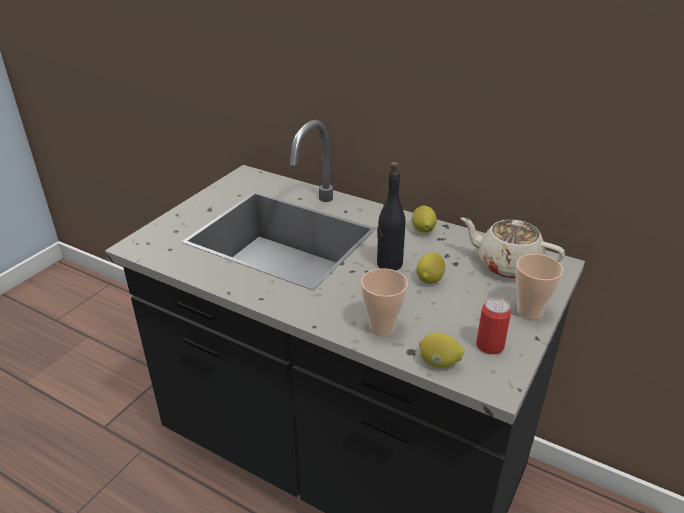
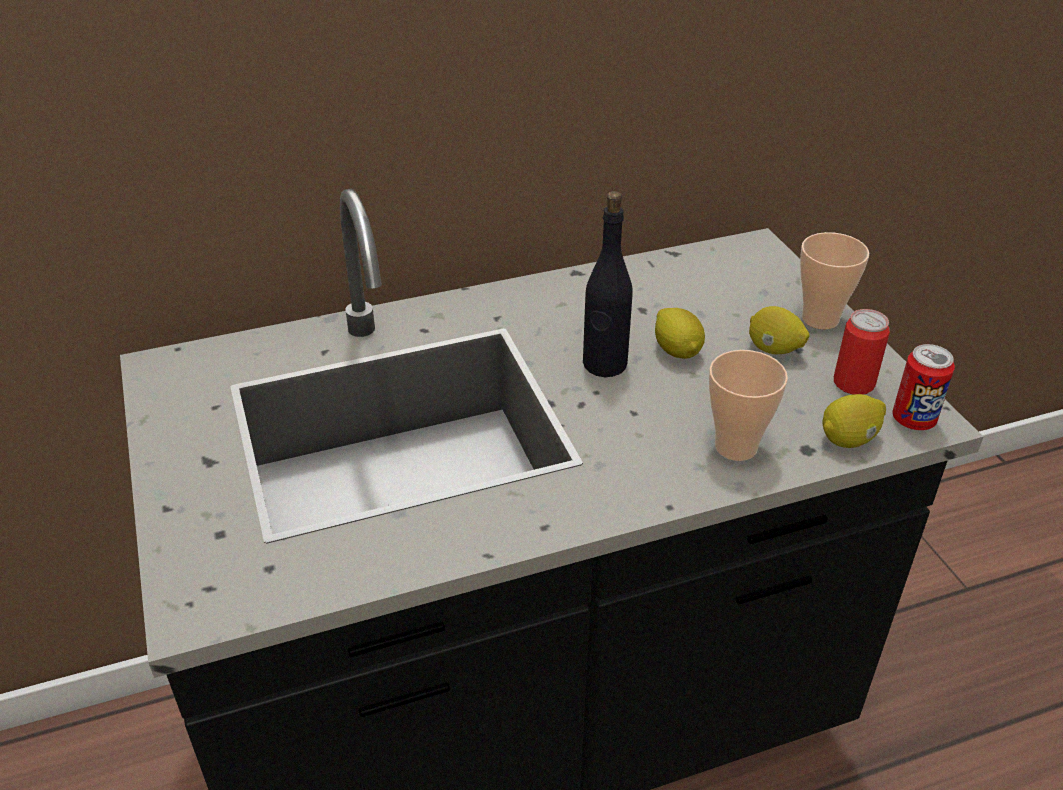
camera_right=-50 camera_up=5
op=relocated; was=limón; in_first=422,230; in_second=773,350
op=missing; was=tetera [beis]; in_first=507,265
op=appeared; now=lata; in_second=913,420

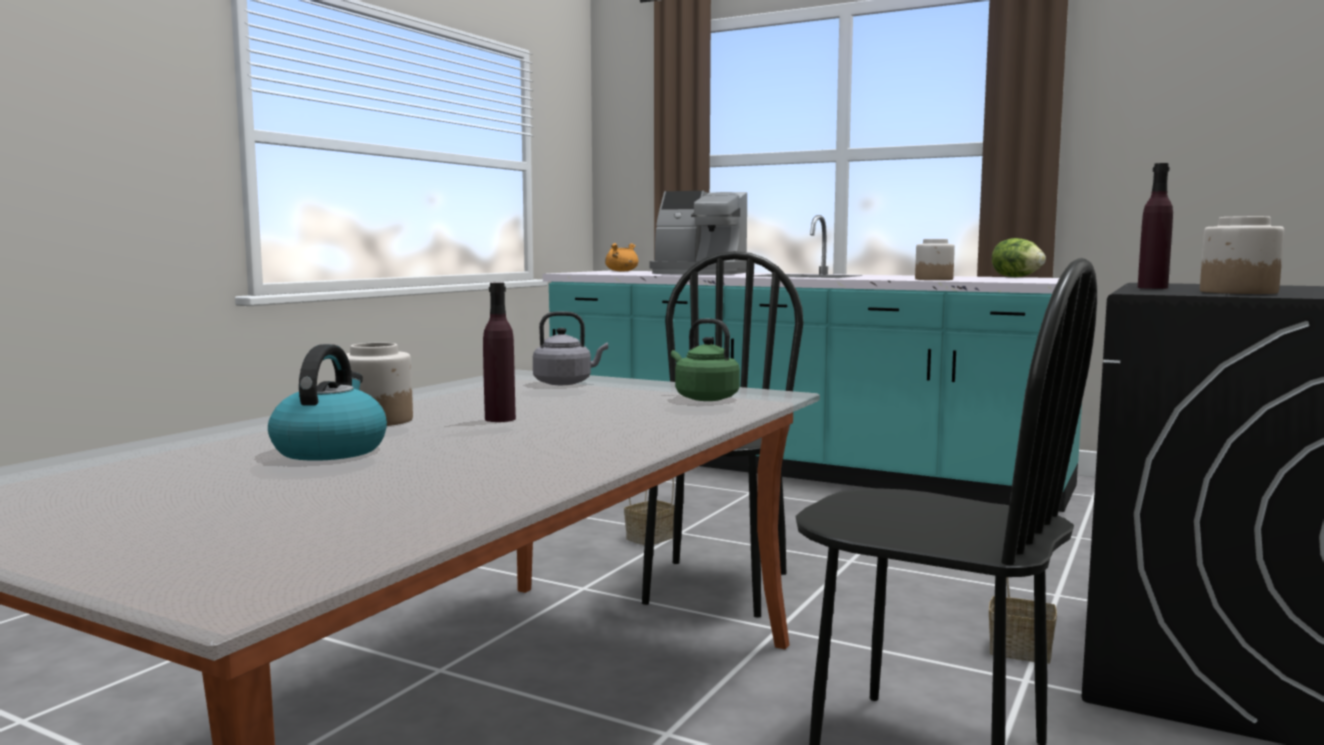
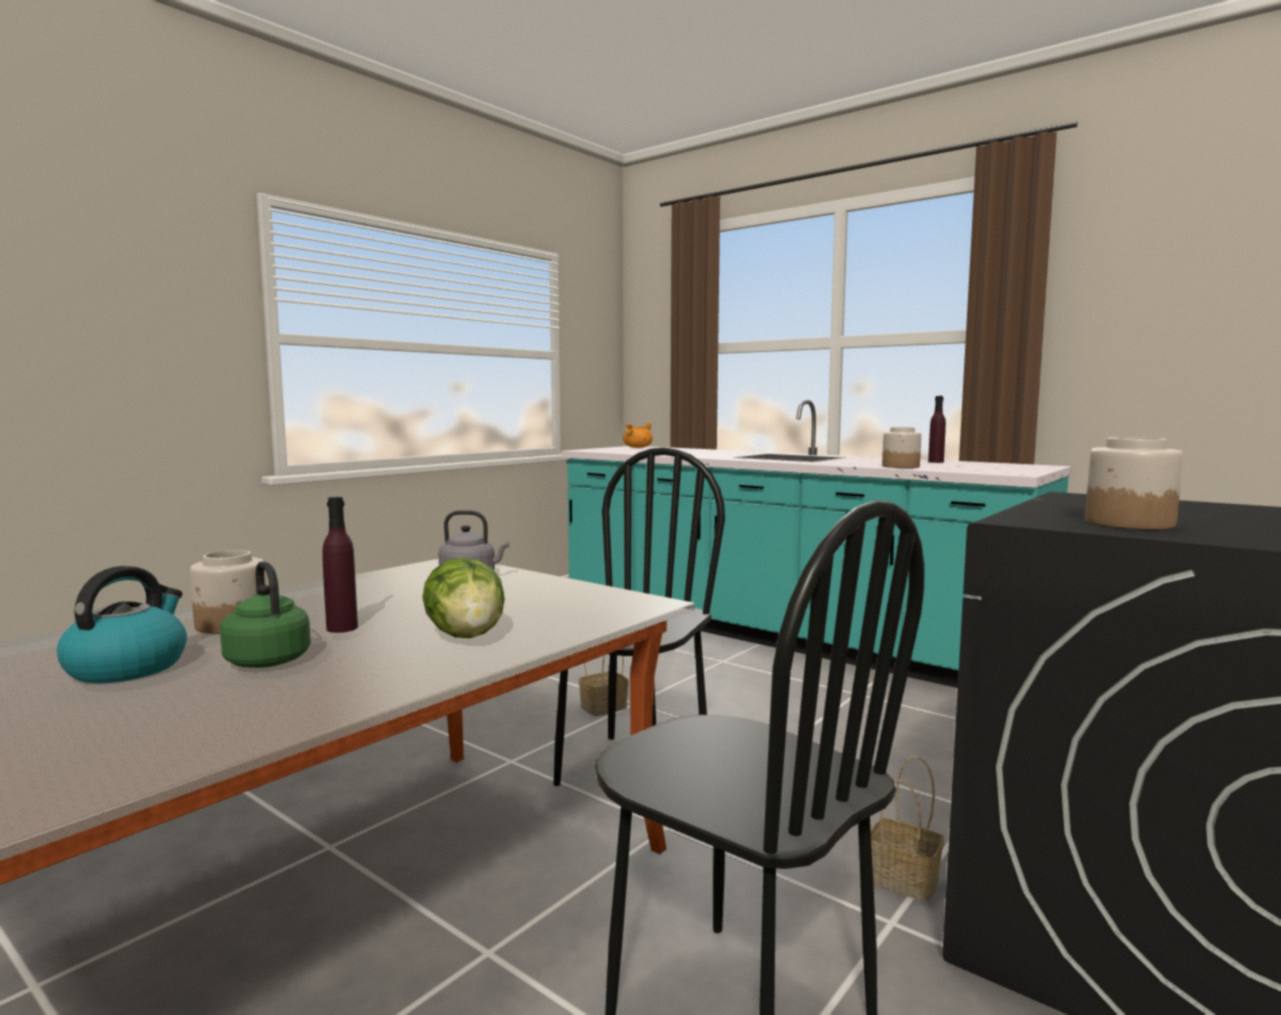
camera_right=10 camera_up=0
op=relocated; was=botella [morado]; in_first=1152,288; in_second=935,462
op=missing; was=cafetera; in_first=698,273
op=relocated; was=lechuga; in_first=1016,277; in_second=467,636
op=relocated; was=hervidor [verde]; in_first=703,398; in_second=266,660

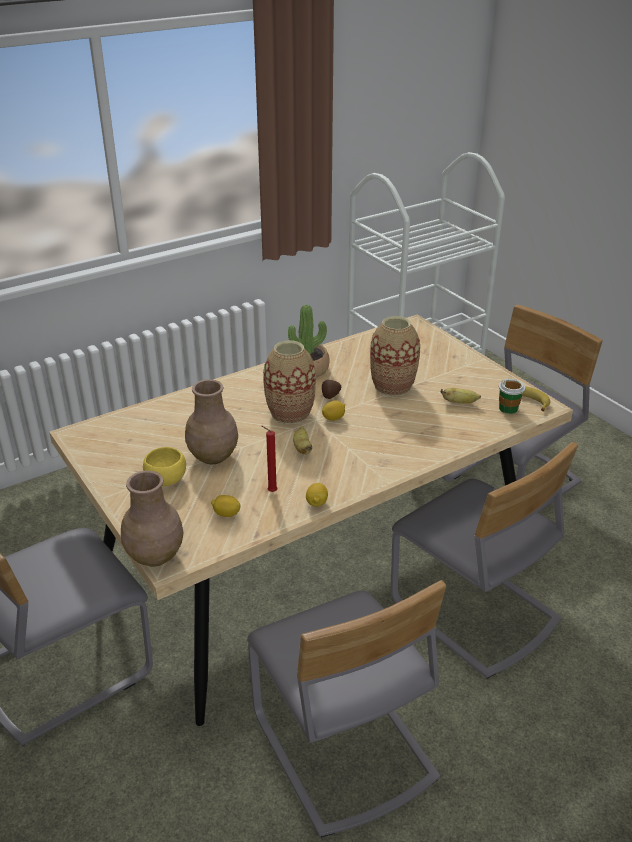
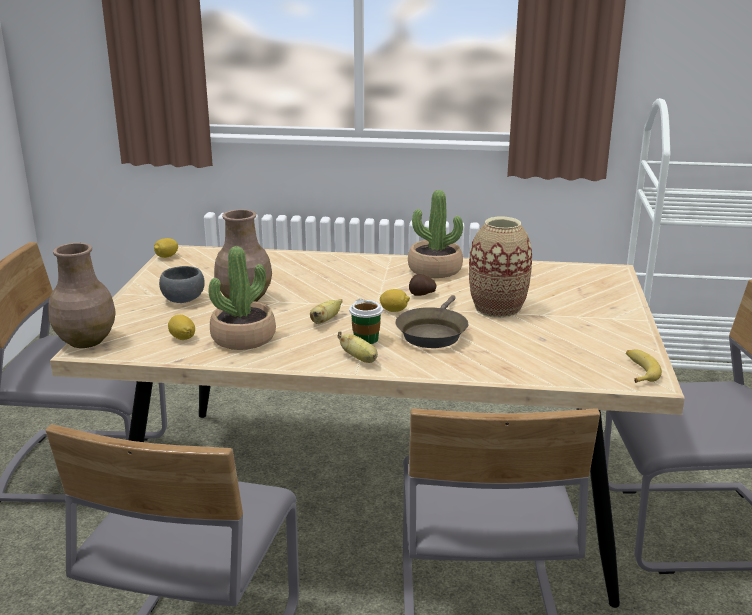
camera_right=40 camera_up=-10
op=missing; was=florero; in_first=290,413
op=relocated; was=taza; in_first=508,408; in_second=366,339
op=relocated; was=plátano; in_first=459,402; in_second=360,359
op=exchanged; was=vela [rojo]; now=planta en maceta; in_first=270,491; in_second=243,338
op=colour; was=cuenco [amarillo]; now=cuenco [gris]; in_first=166,479; in_second=184,299
op=relocated; was=limón; in_first=316,503; in_second=166,256
op=appeared; now=sartén [marrón]; in_second=432,333

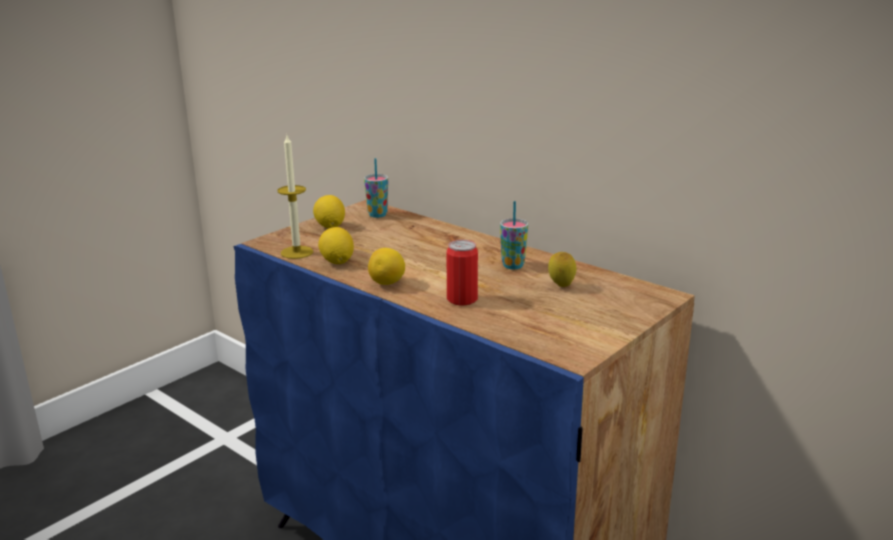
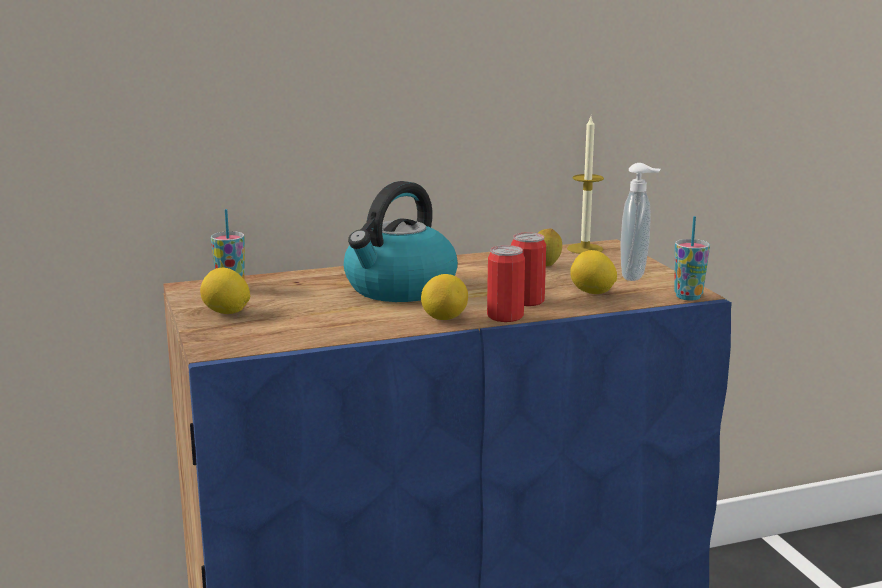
camera_right=-60 camera_up=-5
op=relocated; was=vela; in_first=297,252; in_second=585,249
op=relocated; was=taza; in_first=513,265; in_second=688,297
op=relocated; was=limón; in_first=337,262; in_second=592,293
op=appeared; now=dispensador de jabón; in_second=636,276
op=appeared; now=hervidor; in_second=399,289
op=appeared; now=lata; in_second=505,316

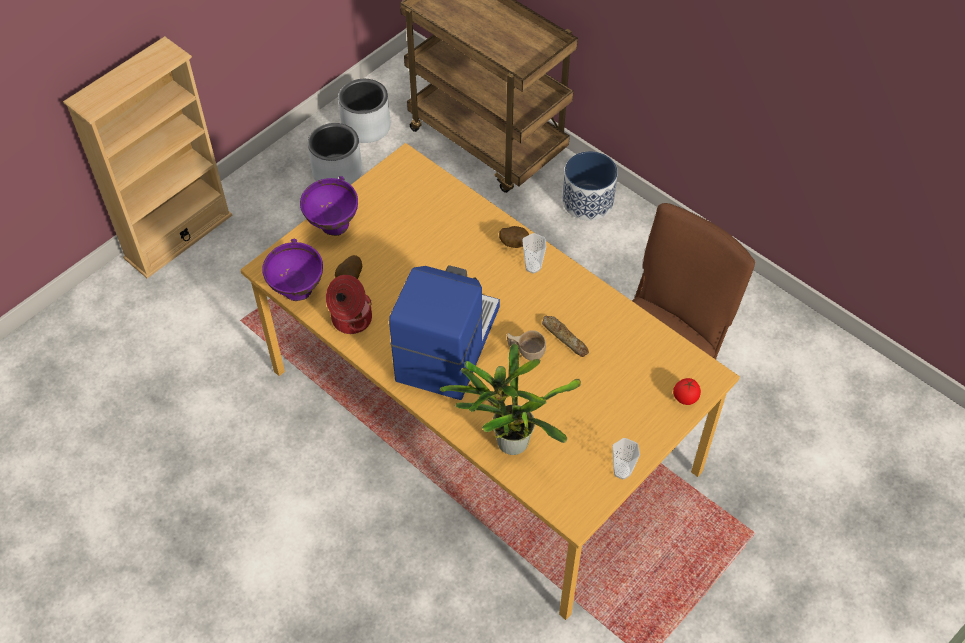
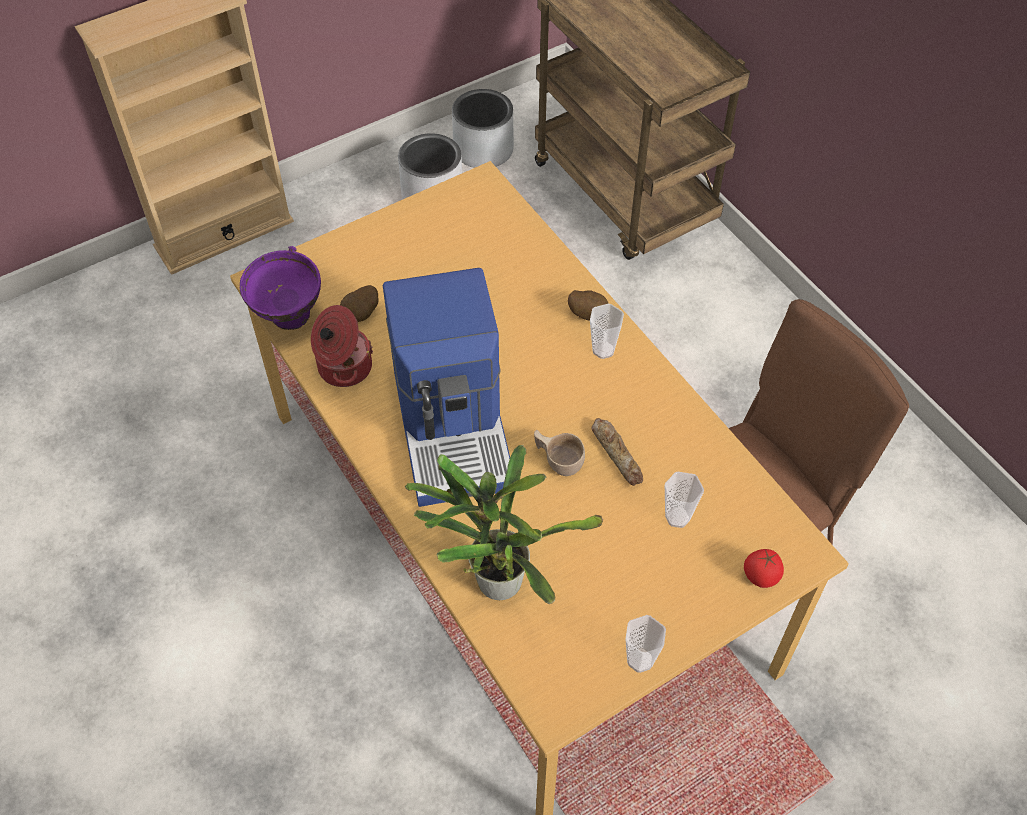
camera_right=15 camera_up=0
op=missing; was=maceta; in_first=587,202
op=missing; was=cuenco [morado]; in_first=333,230
op=spun; was=cafetera; in_first=446,344; in_second=455,427; clockwise=135
op=appeared; now=taza; in_second=677,517

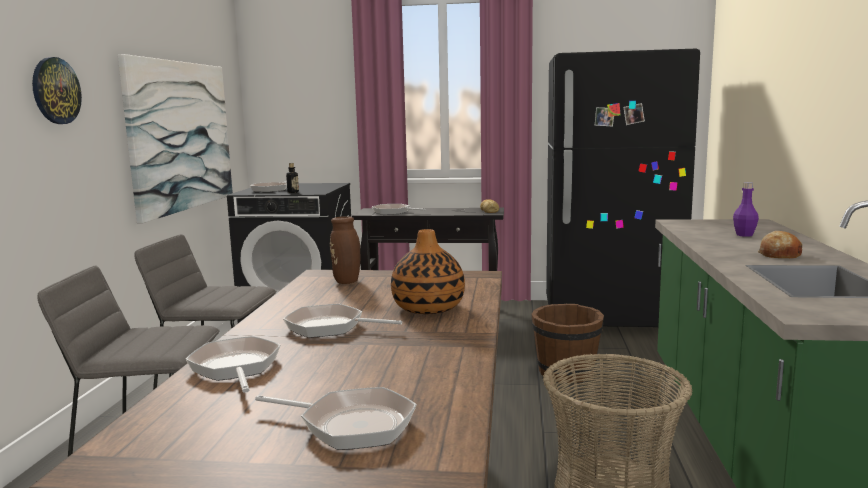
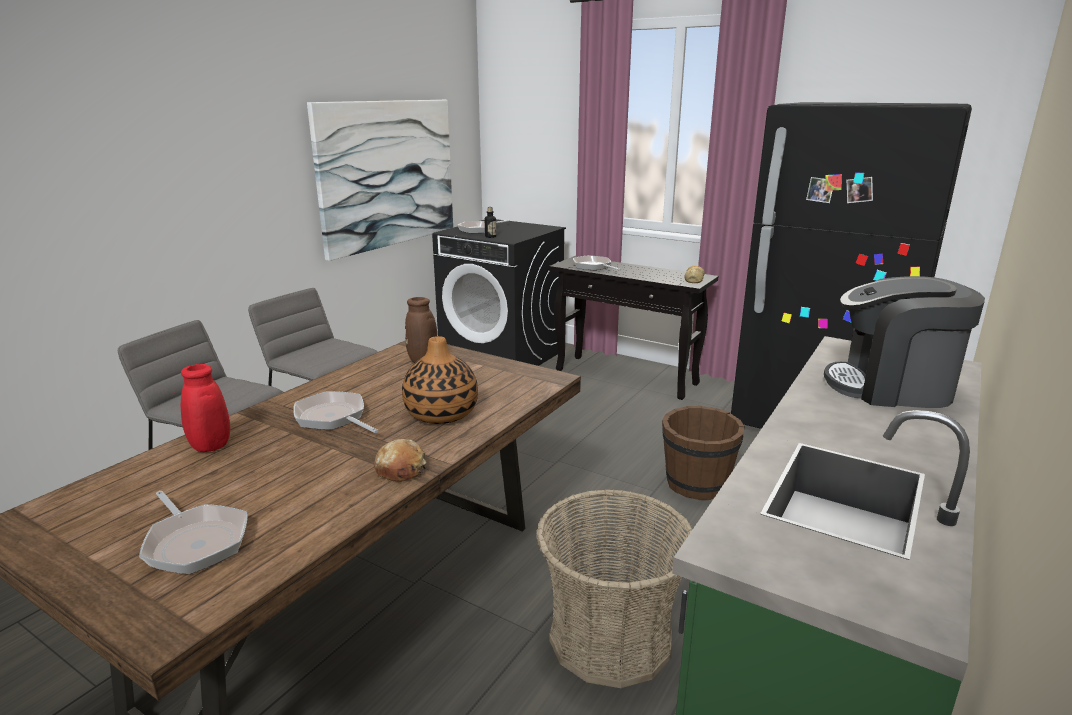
camera_right=25 camera_up=10
op=missing; was=reloj de pared; in_first=55,91
op=exchanged; was=botella [morado]; now=cafetera; in_first=744,235; in_second=891,387
op=relocated; was=pan; in_first=779,254; in_second=401,469
op=exchanged; was=sartén; now=florero [rojo]; in_first=235,368; in_second=209,448

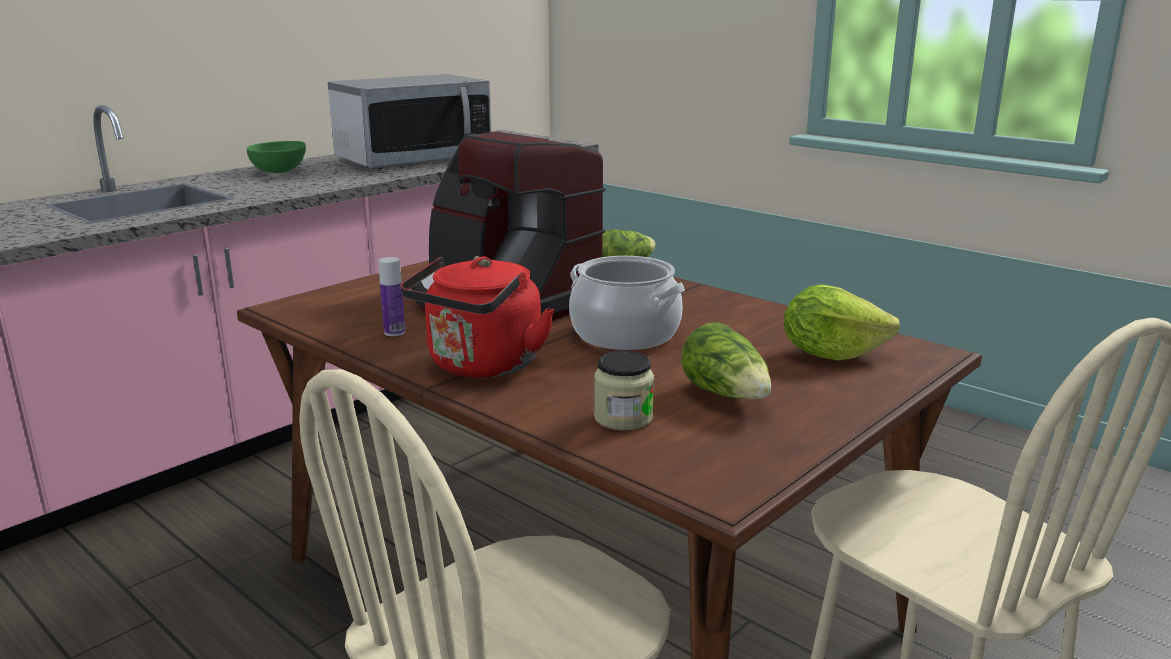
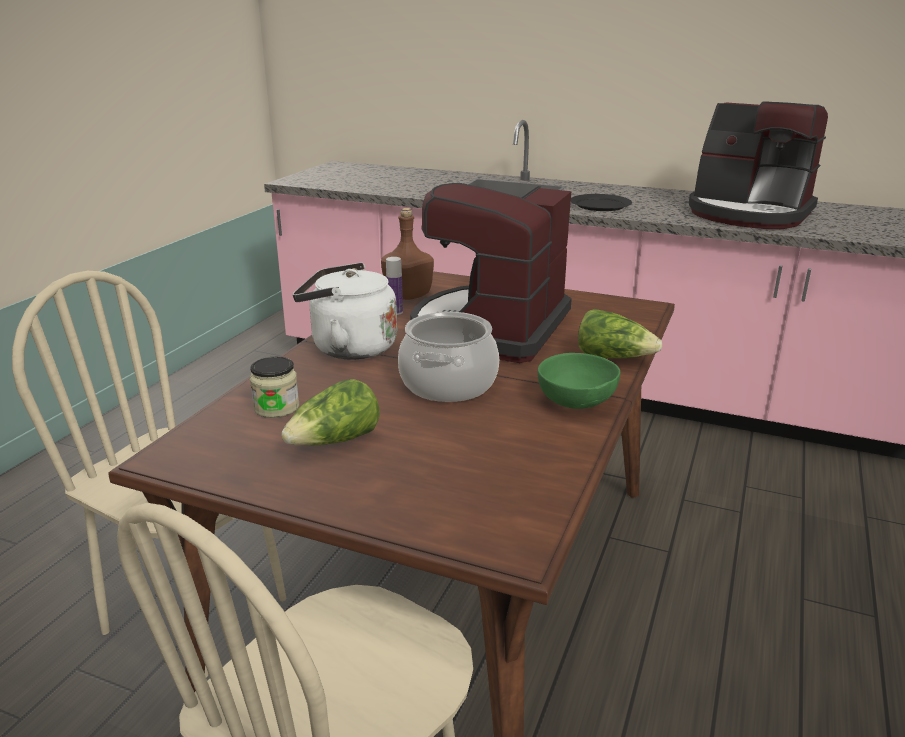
camera_right=70 camera_up=5
op=exchanged; was=microondas; now=cafetera; in_first=414,159; in_second=749,214
op=relocated; was=cuenco [verde]; in_first=280,172; in_second=577,404
op=colour; was=hervidor [rojo]; now=hervidor [blanco]; in_first=481,366; in_second=348,348
op=missing; was=lechuga; in_first=830,354
op=appeared; now=plato [negro]; in_second=600,205
op=appeared; now=botella [marrón]; in_second=409,295

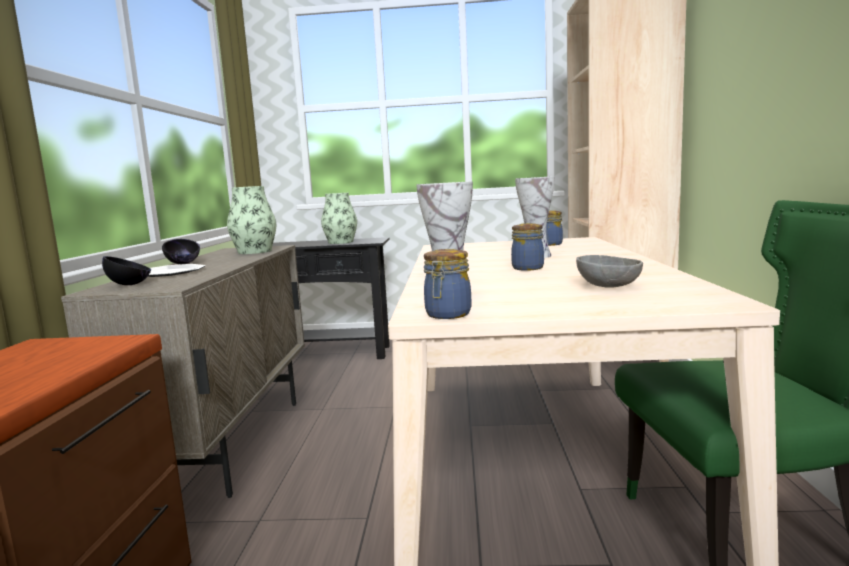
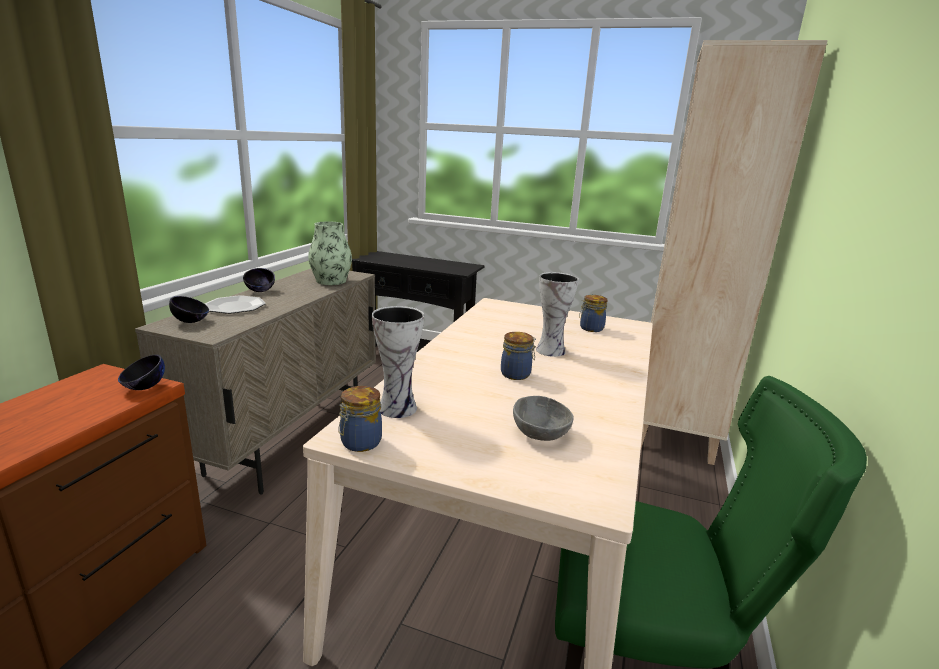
camera_right=15 camera_up=10
op=missing; was=florero; in_first=340,242
op=appeared; now=cuenco [negro]; in_second=144,387

